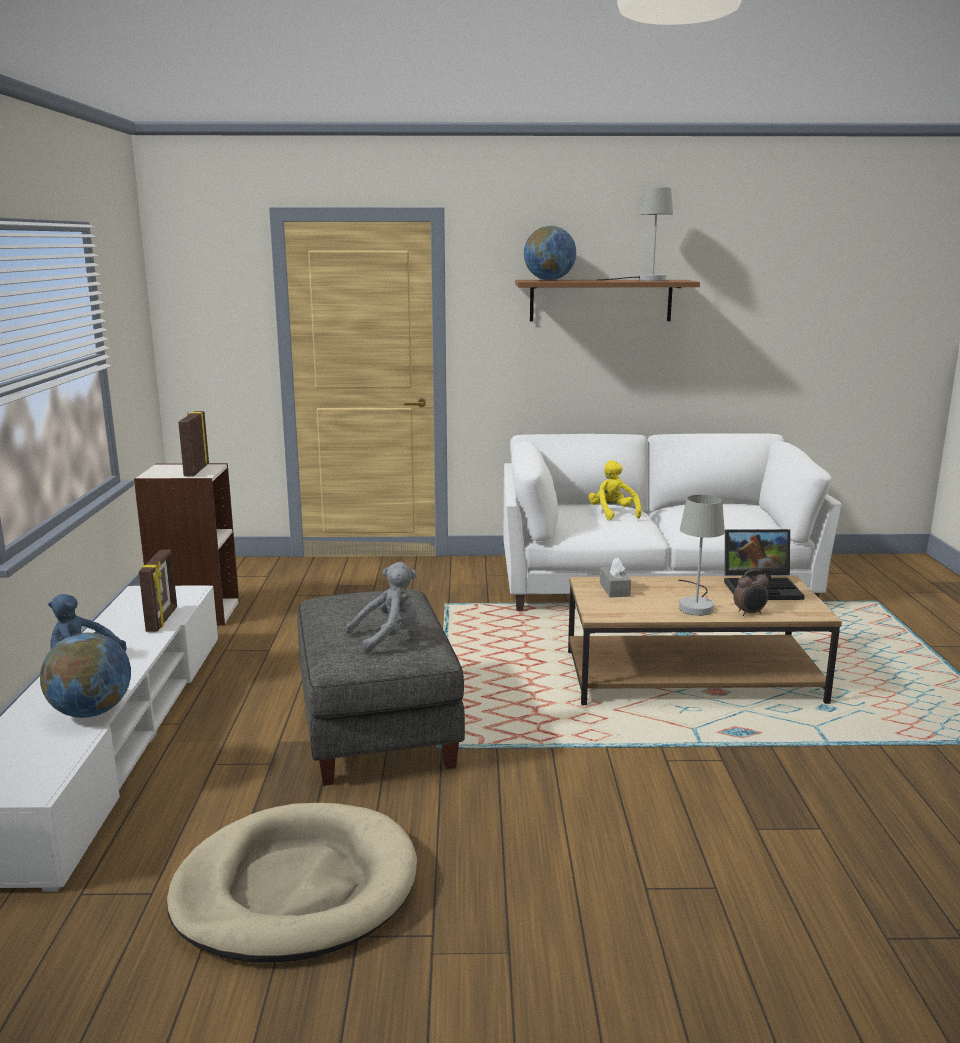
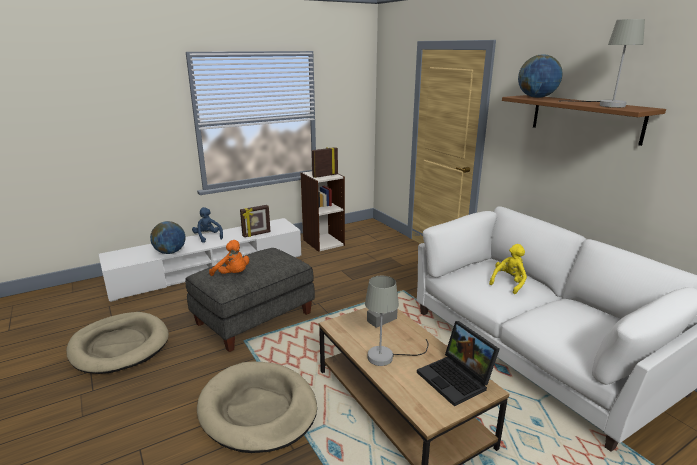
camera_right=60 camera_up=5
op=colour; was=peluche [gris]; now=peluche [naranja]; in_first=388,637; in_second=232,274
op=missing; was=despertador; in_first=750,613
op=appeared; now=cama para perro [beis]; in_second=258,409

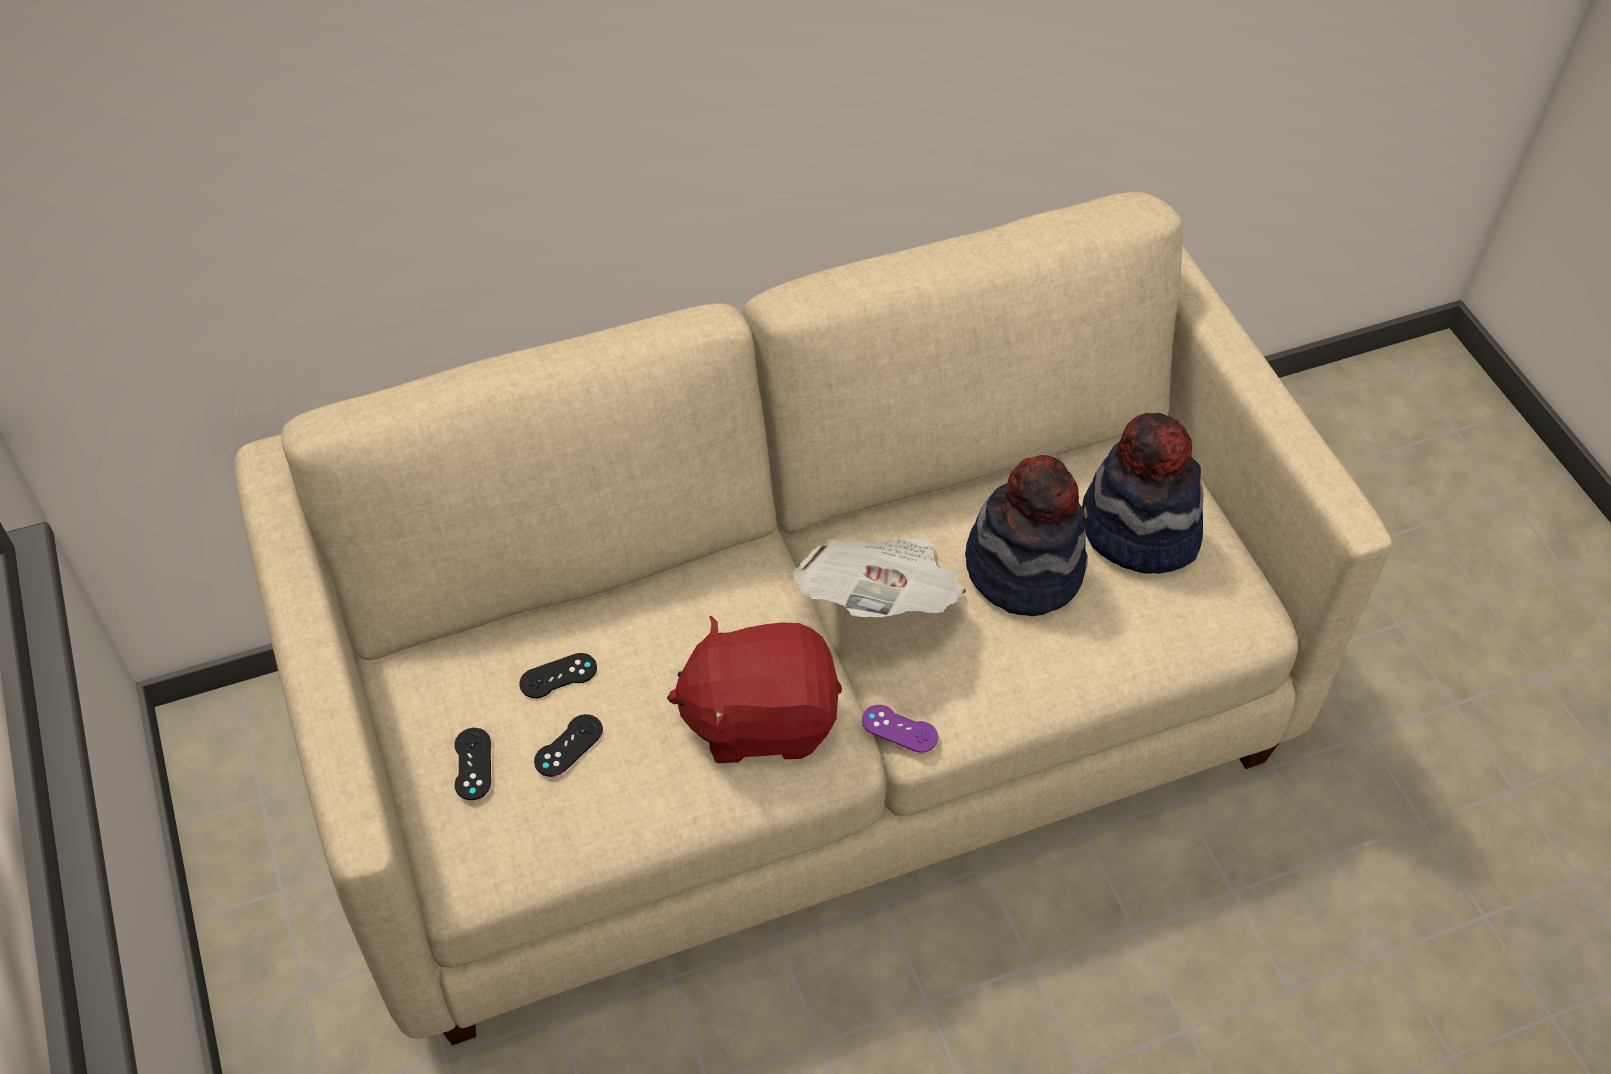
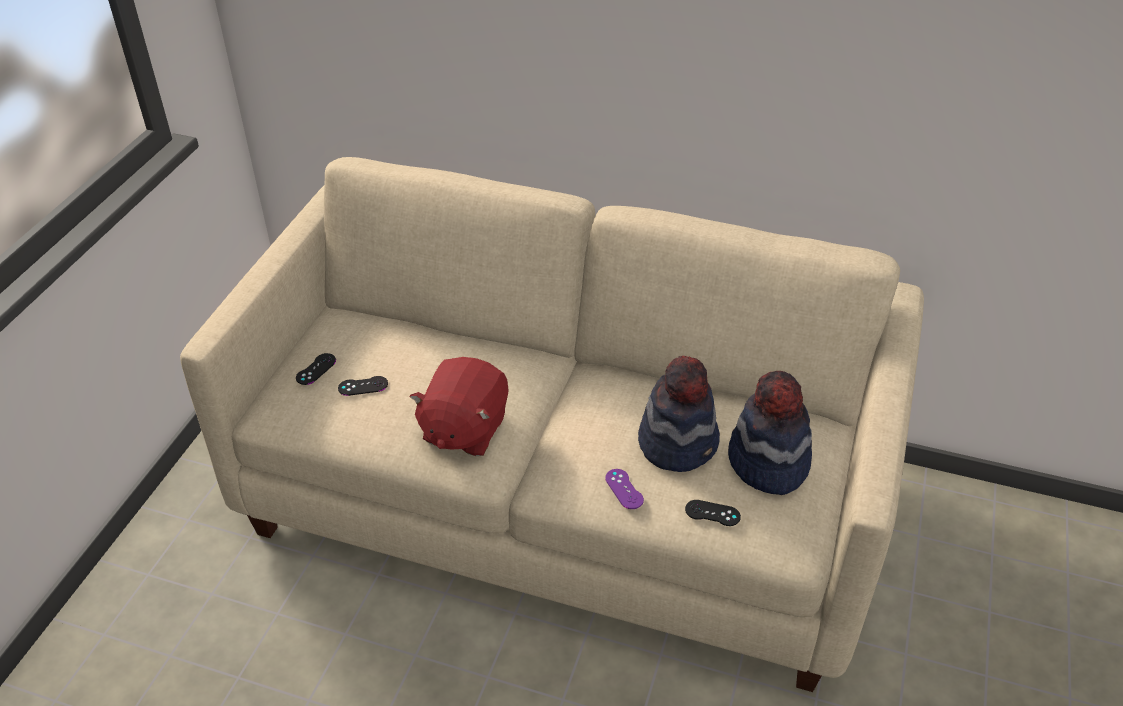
camera_right=40 camera_up=-10
op=missing; was=periódico; in_first=881,601
op=spun; was=peluche [rojo]; in_first=759,718; in_second=464,429; clockwise=-105
op=relocated; was=mando de consola [negro]; in_first=558,676; in_second=712,513
op=relocated; was=mando de consola [morado]; in_first=899,729; in_second=624,489

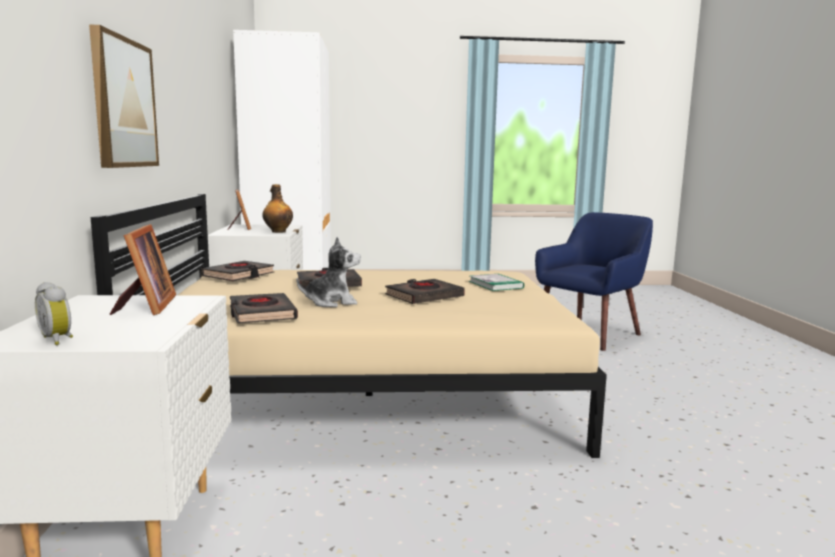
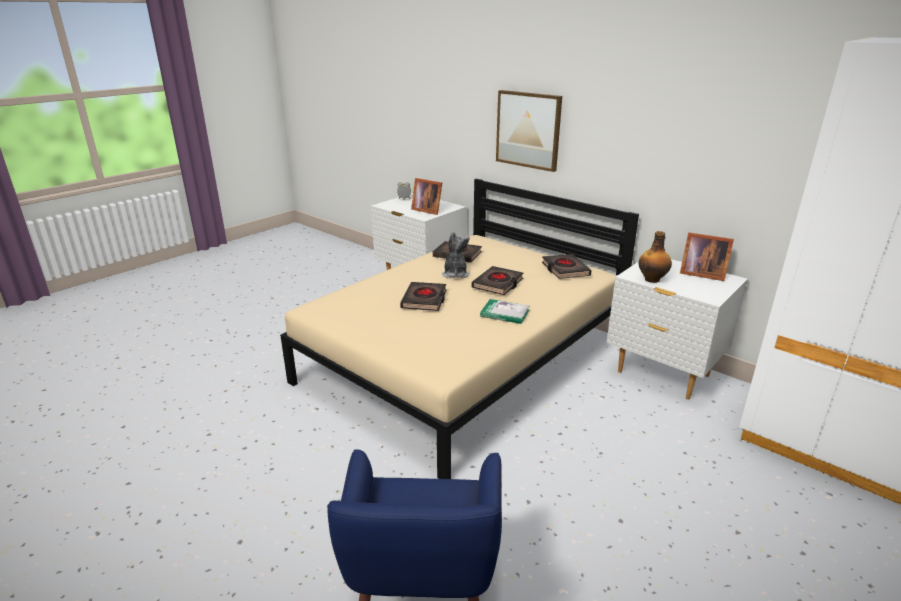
camera_right=135 camera_up=15
op=spun; was=peluche; in_first=331,302; in_second=455,274; clockwise=150
op=relocated; was=libro; in_first=495,285; in_second=505,313

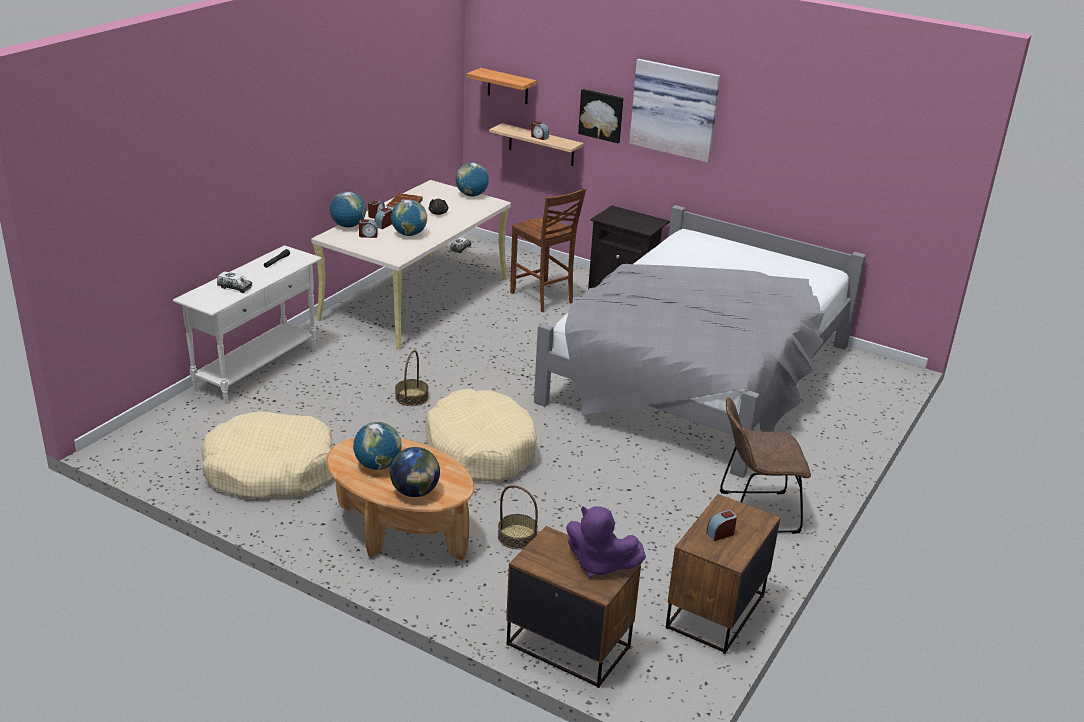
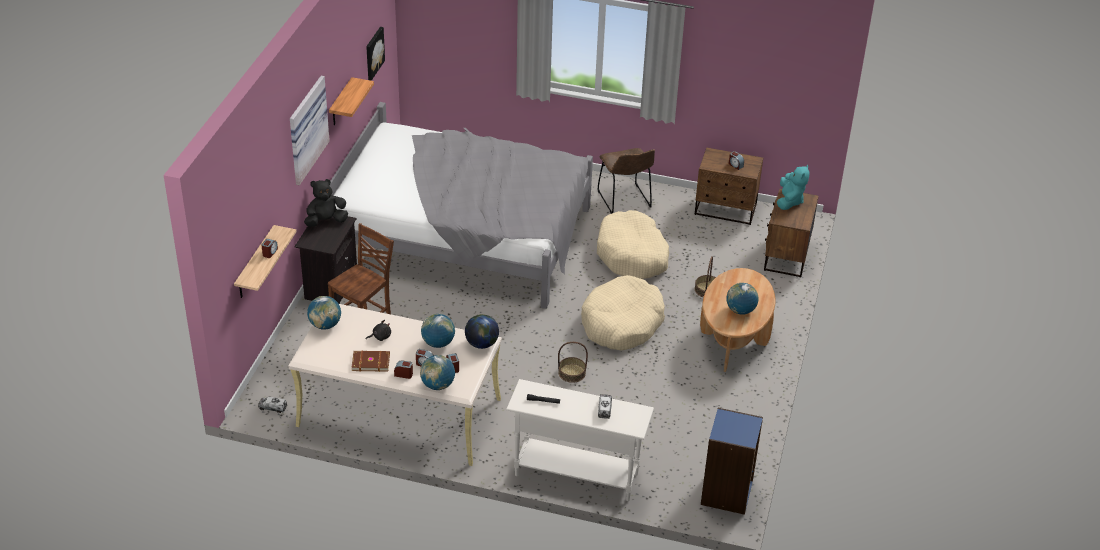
camera_right=-105 camera_up=10
op=relocated; was=estante; in_first=508,86; in_second=341,103
op=relocated; was=cuadro; in_first=601,115; in_second=373,53
op=relocated; was=cama para perro [beis]; in_first=270,470; in_second=632,255
op=relocated; was=globo terráqueo; in_first=415,492; in_second=482,343
op=colour; was=peluche [morado]; now=peluche [turquesa]; in_first=599,565; in_second=789,201
op=appeared; now=peluche [negro]; in_second=326,221
op=appeared; now=estantería [azul]; in_second=727,493

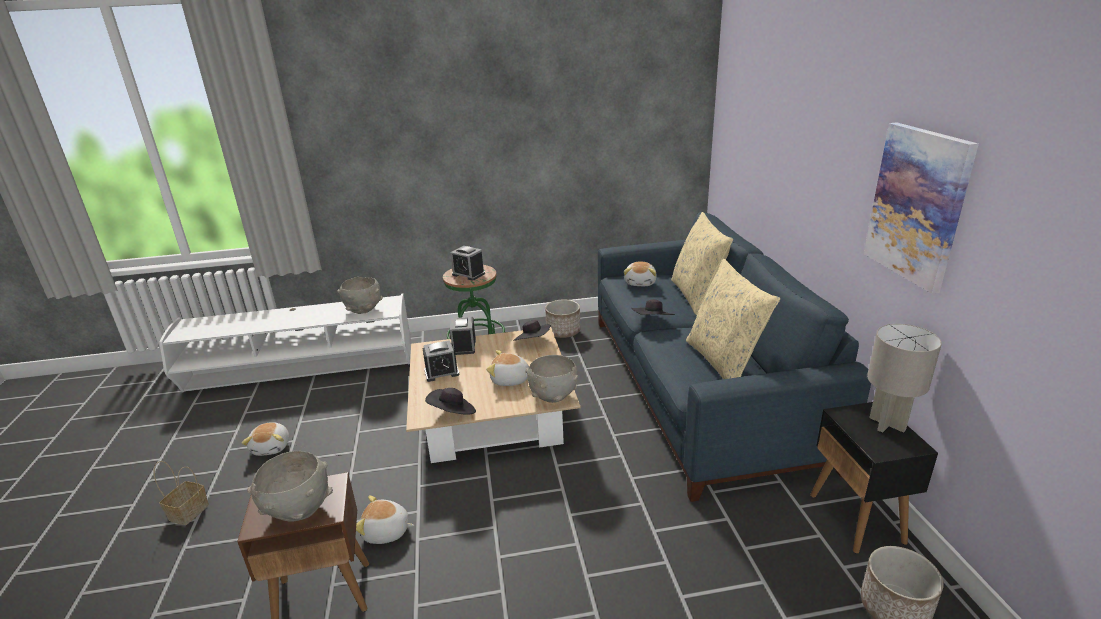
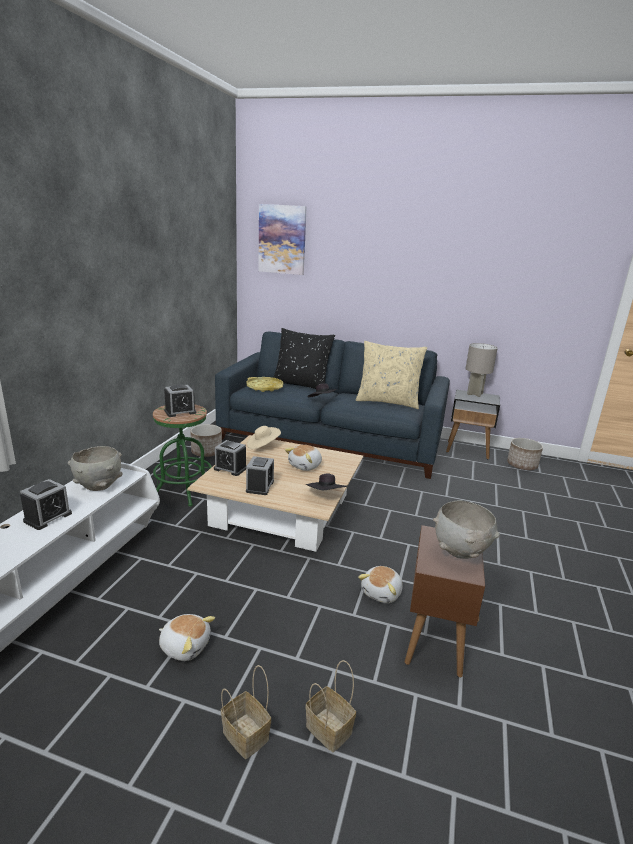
camera_right=-65 camera_up=-5
op=relocated; was=cuadro; in_first=917,205; in_second=282,239
op=colour; was=cojín [beis]; now=cojín [negro]; in_first=697,296; in_second=301,384
op=exchanged; was=peluche; now=bandeja [amarillo]; in_first=641,282; in_second=264,387
op=colour; was=sombrero [negro]; now=sombrero [beis]; in_first=533,342; in_second=263,445
op=missing; was=cuenco [gris]; in_first=553,397
op=appeared; now=despertador; in_second=48,517
op=appeared; now=cesta; in_second=327,729

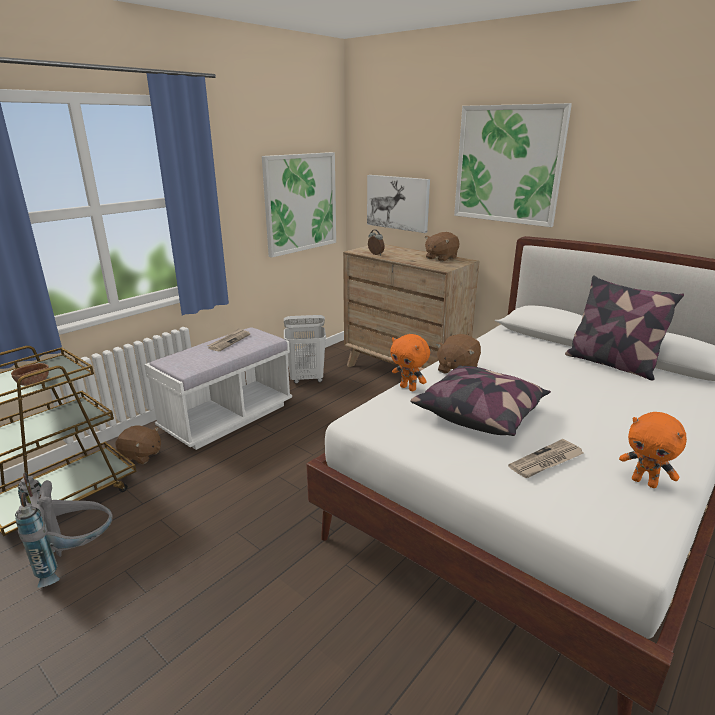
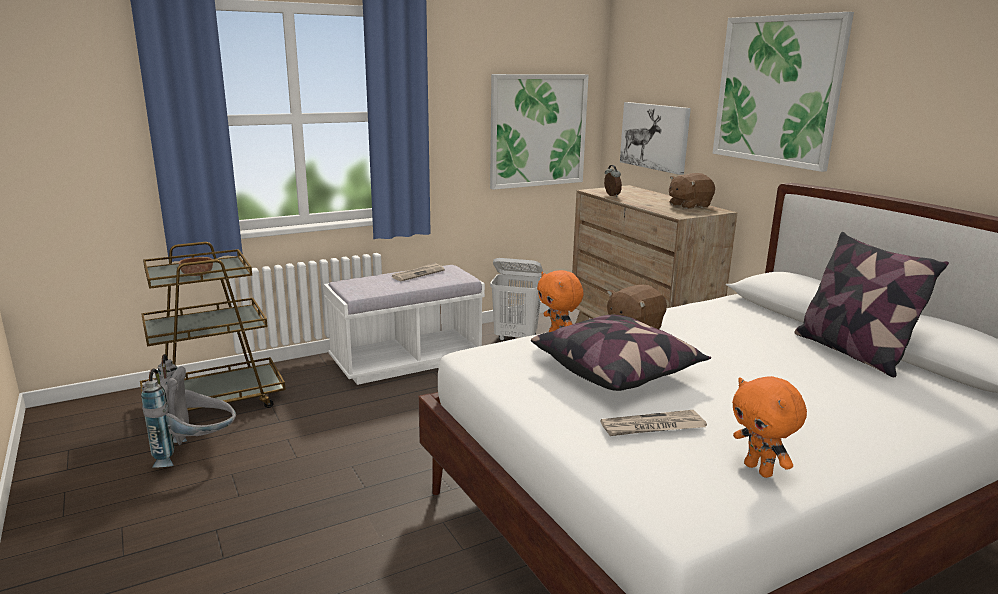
camera_right=20 camera_up=-5
op=missing; was=peluche [marrón]; in_first=141,455

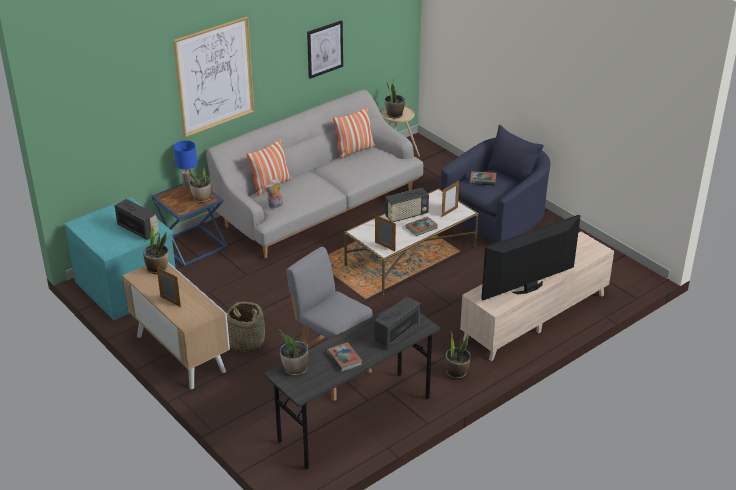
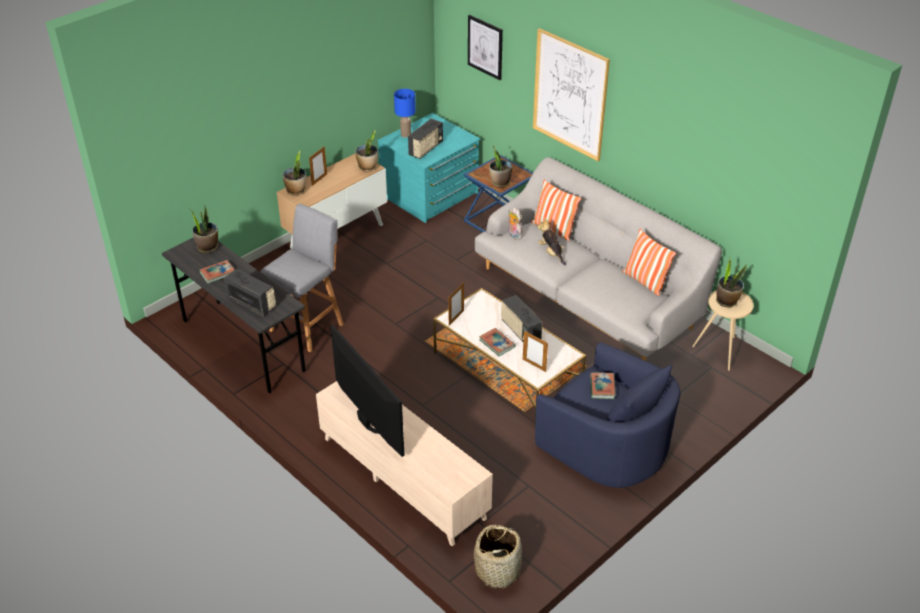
camera_right=85 camera_up=5
op=relocated; was=cuadro; in_first=324,49; in_second=485,47
op=relocated; was=lámpara de mesa [azul]; in_first=189,187; in_second=405,135
op=relocated; was=cesta; in_first=245,341; in_second=498,570
op=relocated; was=planta en maceta; in_first=456,372; in_second=296,190
op=appeared; now=peluche; in_second=551,253

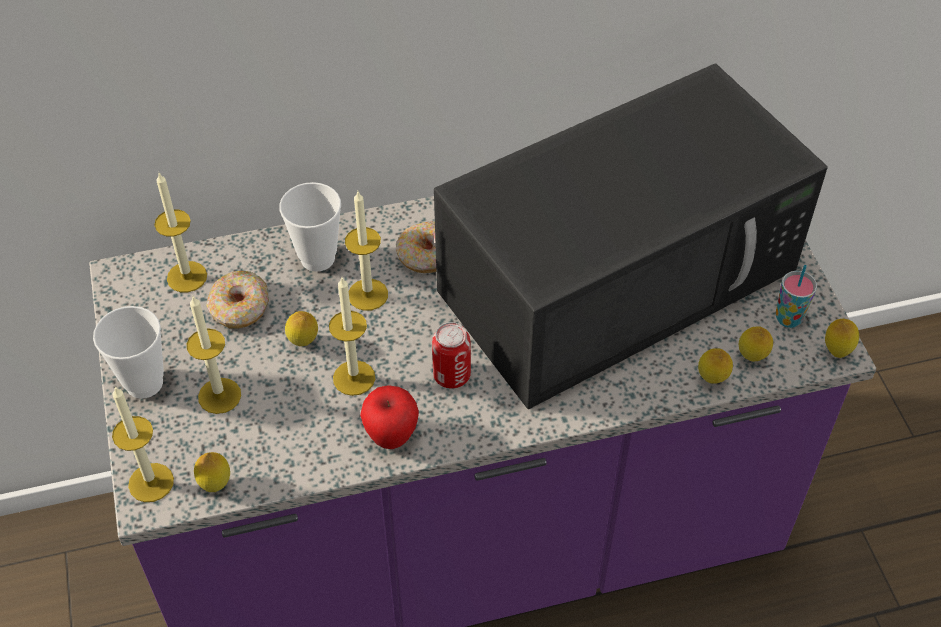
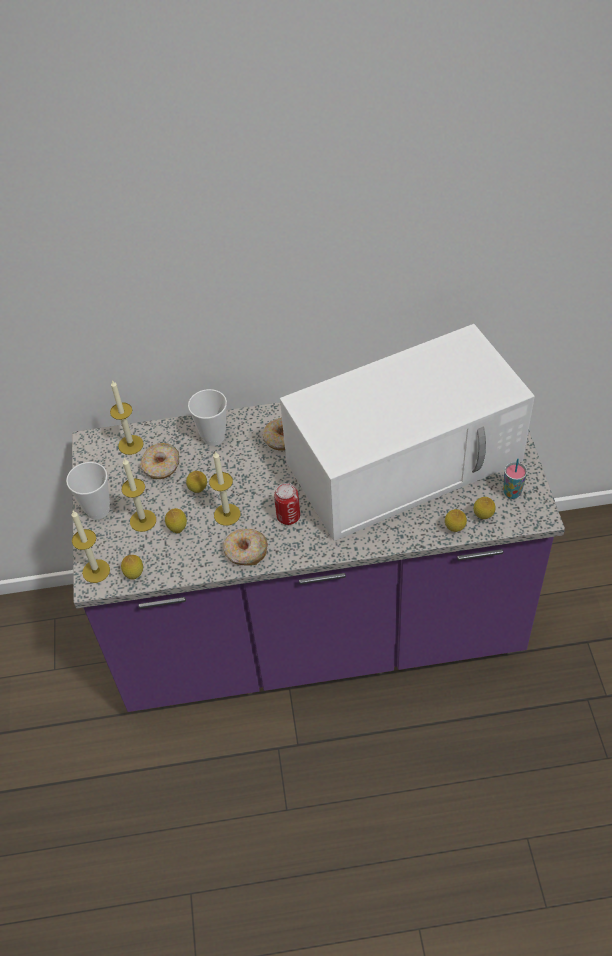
camera_right=10 camera_up=0
op=colour; was=microondas [negro]; now=microondas [blanco]; in_first=621,276; in_second=406,459
op=missing; was=vela; in_first=368,294
op=relocated; was=limón; in_first=836,351; in_second=178,529
op=exchanged; was=manzana; now=rosquilla; in_first=391,435; in_second=245,552

